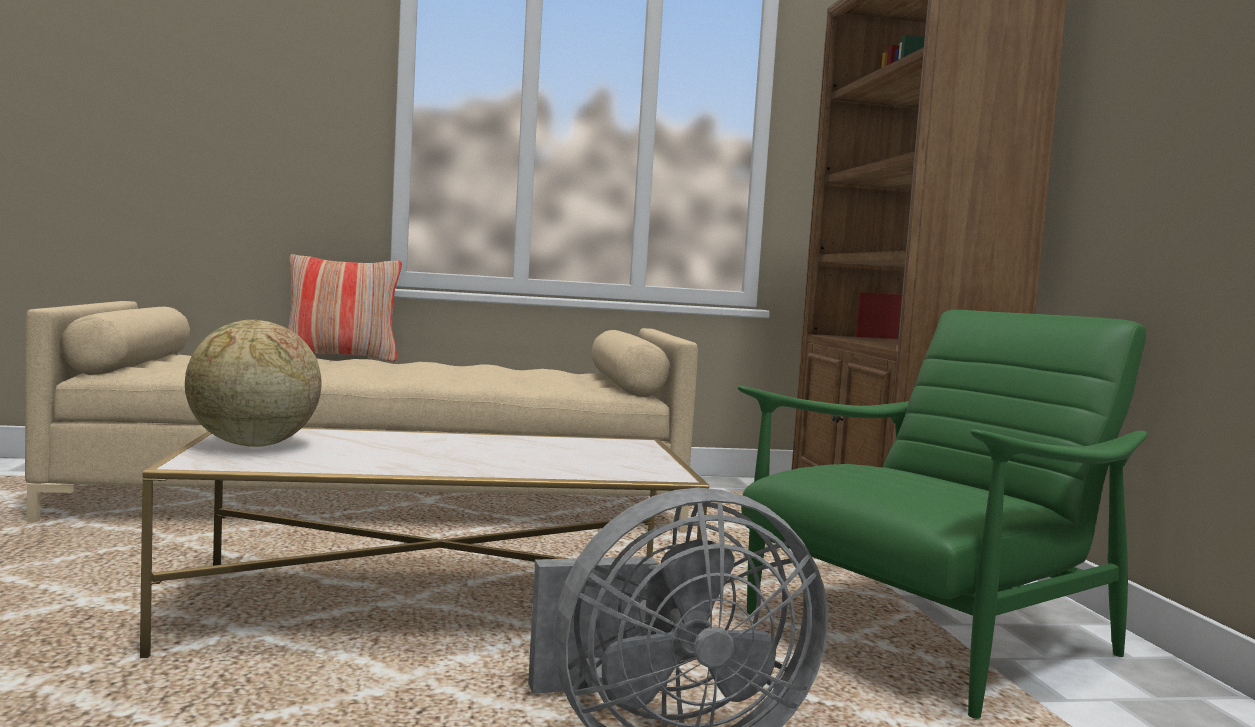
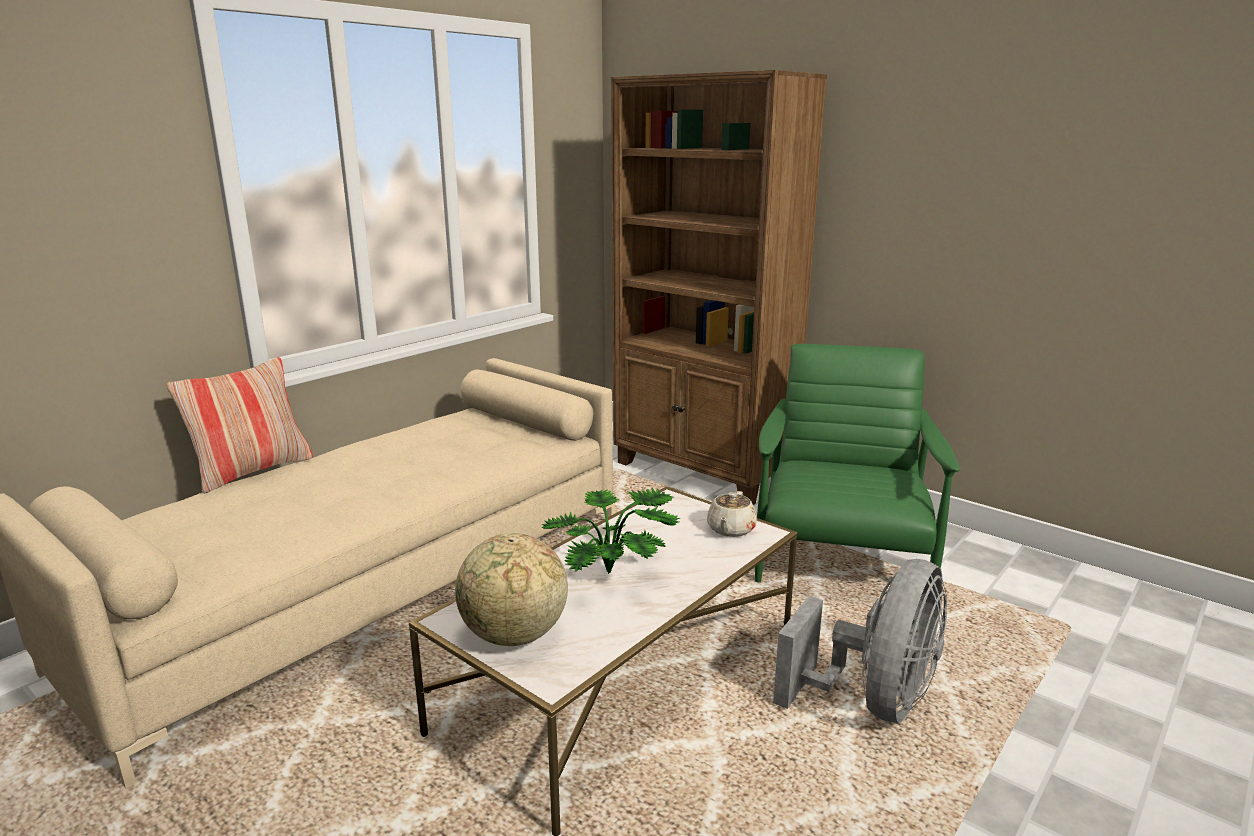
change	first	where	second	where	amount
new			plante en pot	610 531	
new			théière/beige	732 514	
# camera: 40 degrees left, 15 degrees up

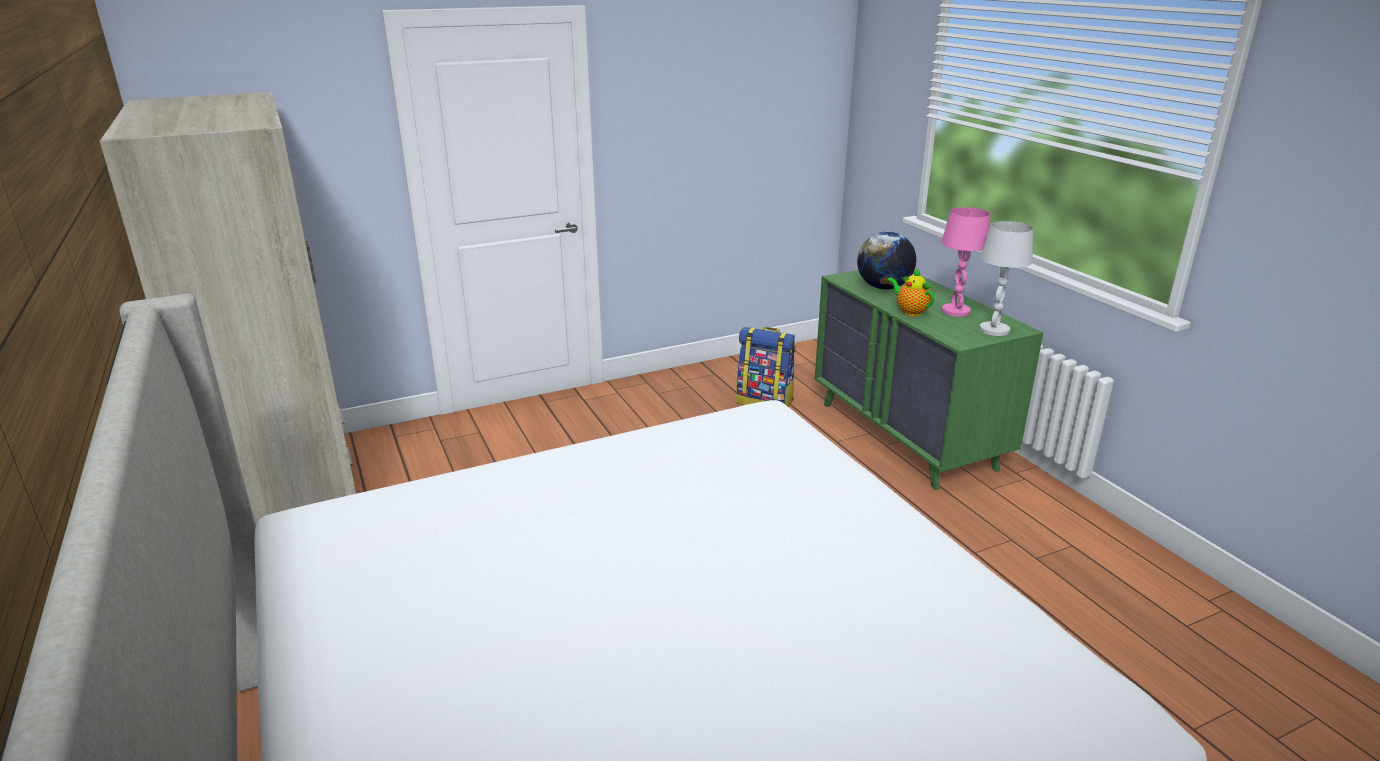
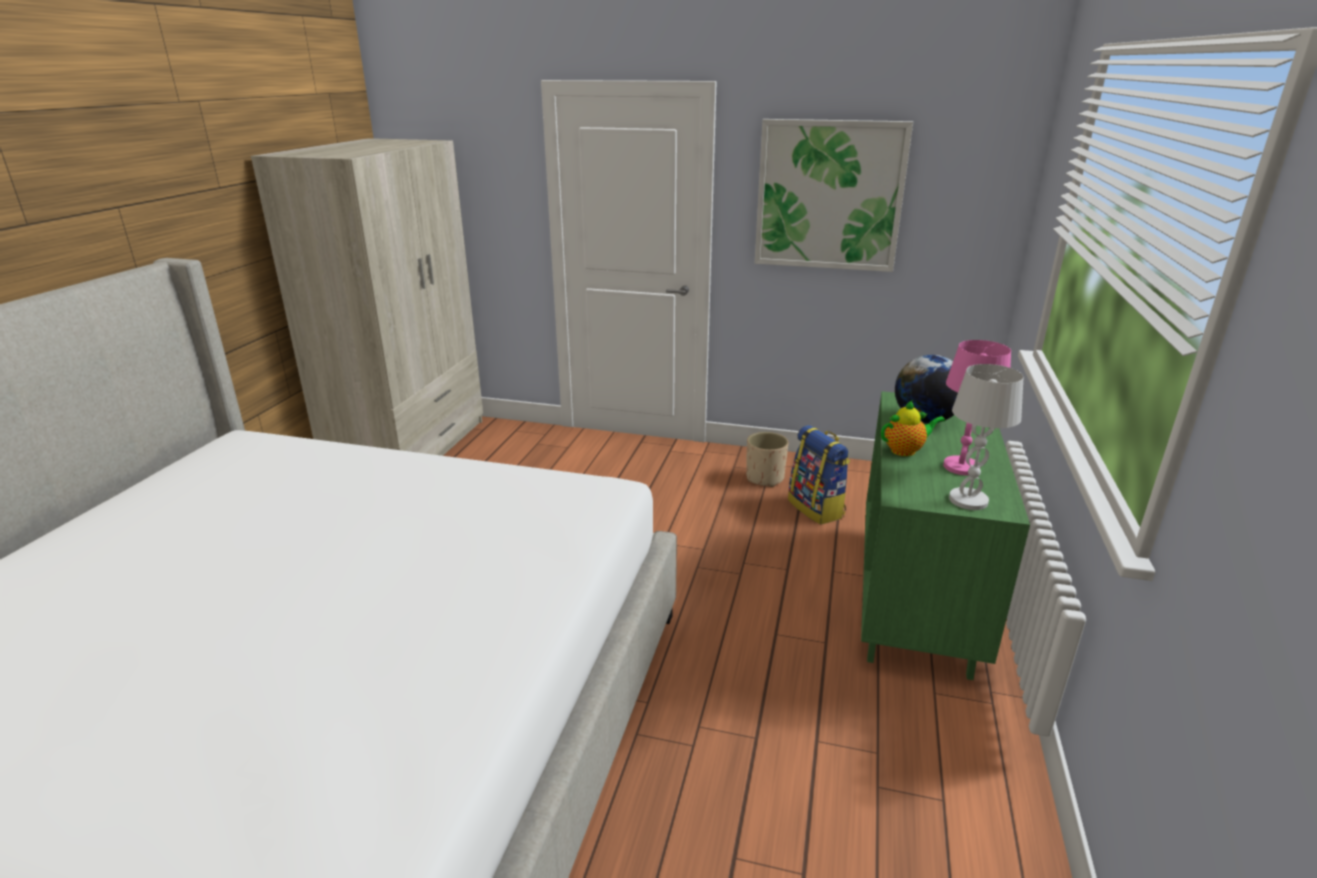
change	first	where	second	where	amount
rotated	théière	910 292		913 428	75 degrees clockwise
new			cache-pot/beige	767 459	
new			tableau	834 195	
# camera: 40 degrees right, 0 degrees up

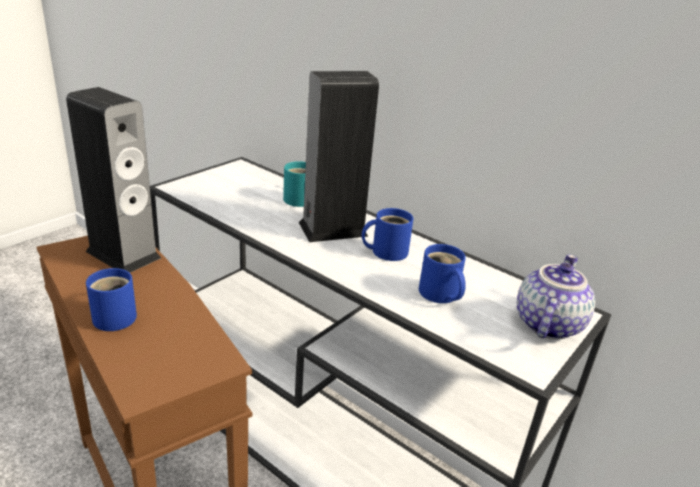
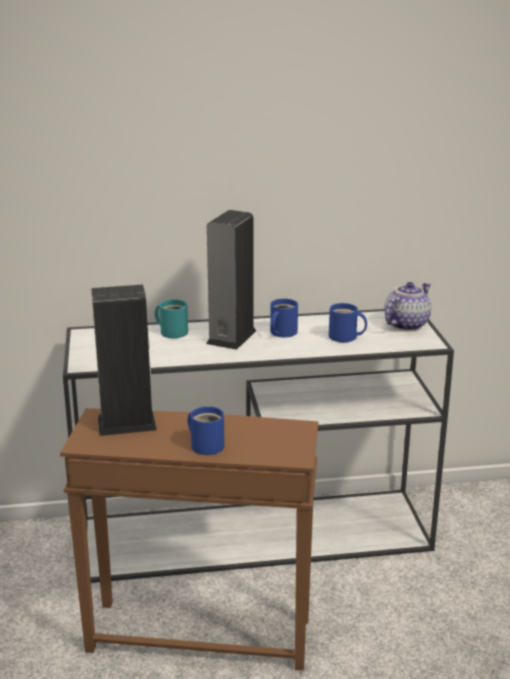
change	first	where	second	where	amount
rotated	théière	556 296		408 306	60 degrees clockwise
# camera: 45 degrees left, 5 degrees down

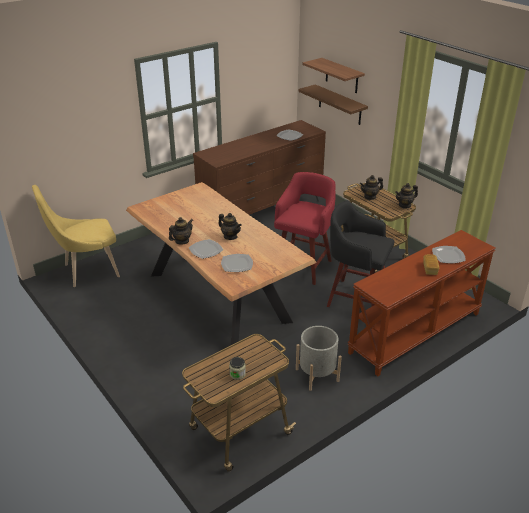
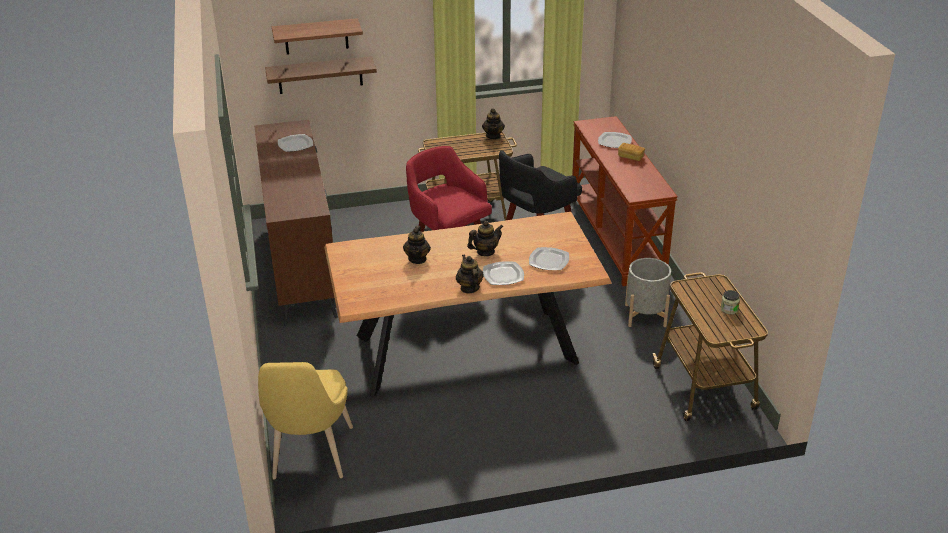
change	first	where	second	where	amount
shifted	théière	371 187		417 245	
# camera: 65 degrees left, 0 degrees up

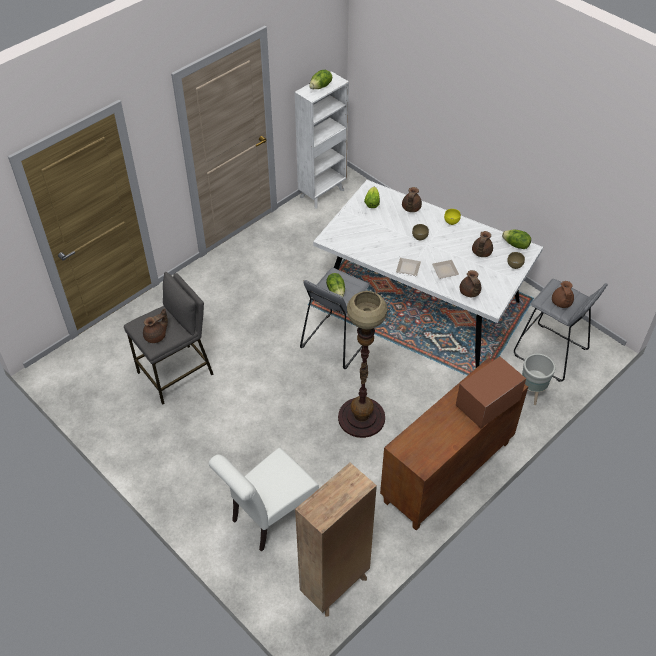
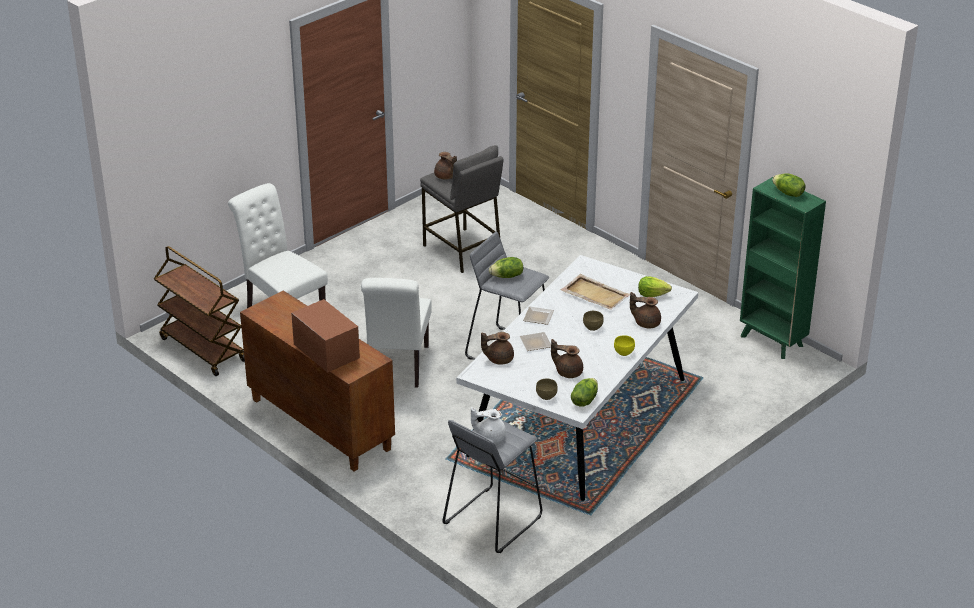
change	first	where	second	where	amount
repainted	bibliothèque/blanc	322 139	bibliothèque/vert	783 268	
swapped	bibliothèque/marron	336 539	chariot/marron	199 311	
swapped	lampadaire	362 364	chaise/blanc	396 333	
gone	cache-pot/gris	538 379			
repainted	théière/marron	563 294	théière/blanc	488 425	
new			plateau/beige	595 292	
# camera: 90 degrees right, 15 degrees down

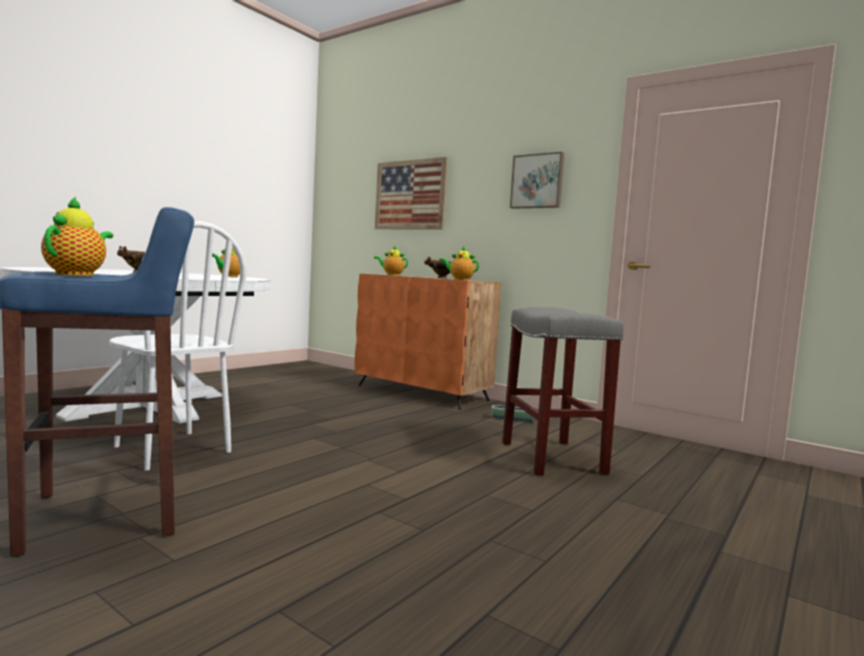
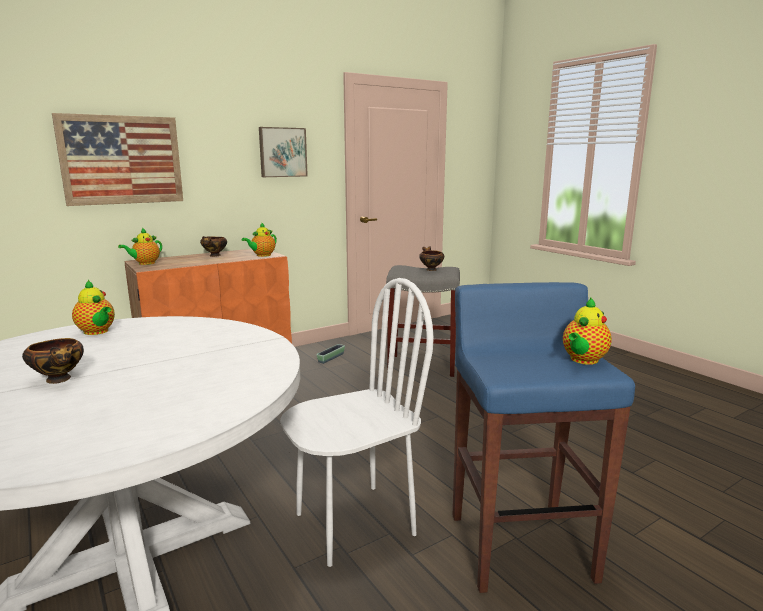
change	first	where	second	where	amount
rotated	théière	77 236		587 331	75 degrees counterclockwise
new			bol	431 258	
# camera: 70 degrees left, 10 degrees up

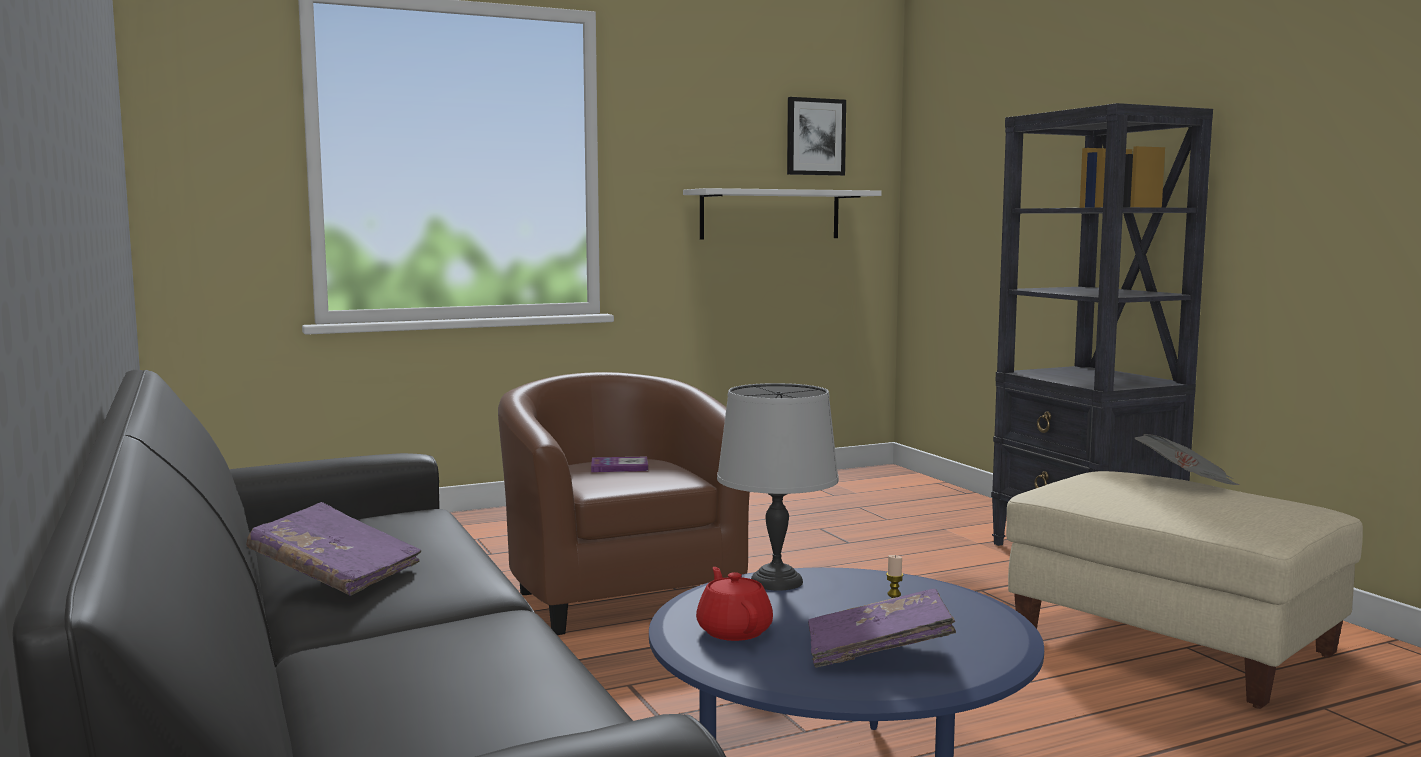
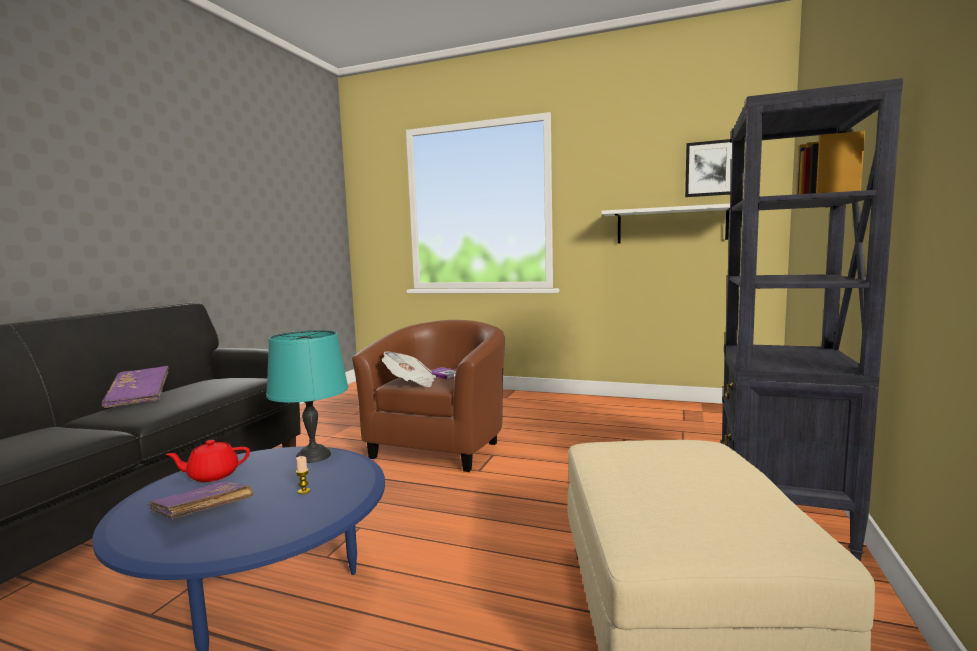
change	first	where	second	where	amount
rotated	théière/rouge	734 604		207 461	135 degrees counterclockwise
repainted	lampe de table/gris	778 487	lampe de table/turquoise	307 396	
shifted	journal	1187 459		409 369	
# camera: 45 degrees right, 0 degrees up

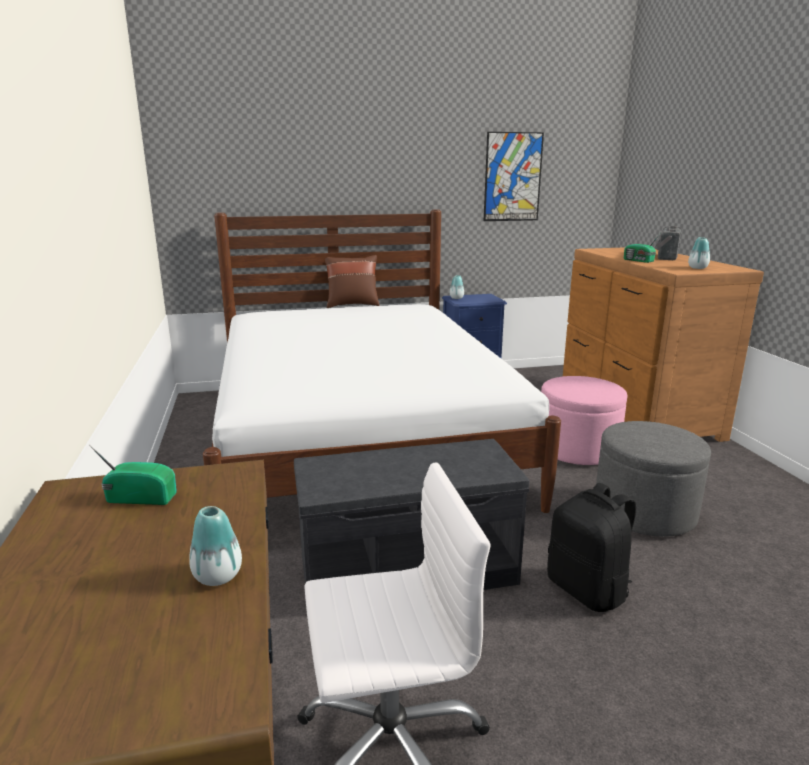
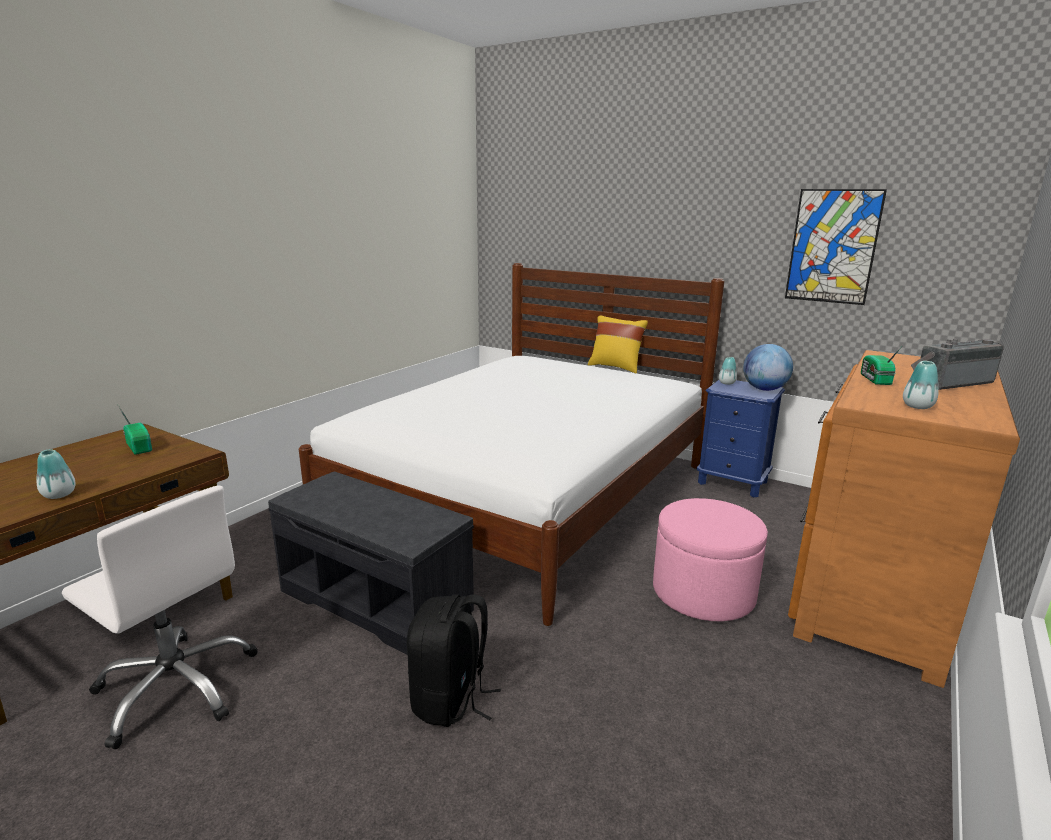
change	first	where	second	where	amount
repainted	coussin/marron	352 281	coussin/jaune	618 345	
gone	pouf/gris	653 479			
new			globe	768 367	
# camera: 45 degrees right, 0 degrees up

